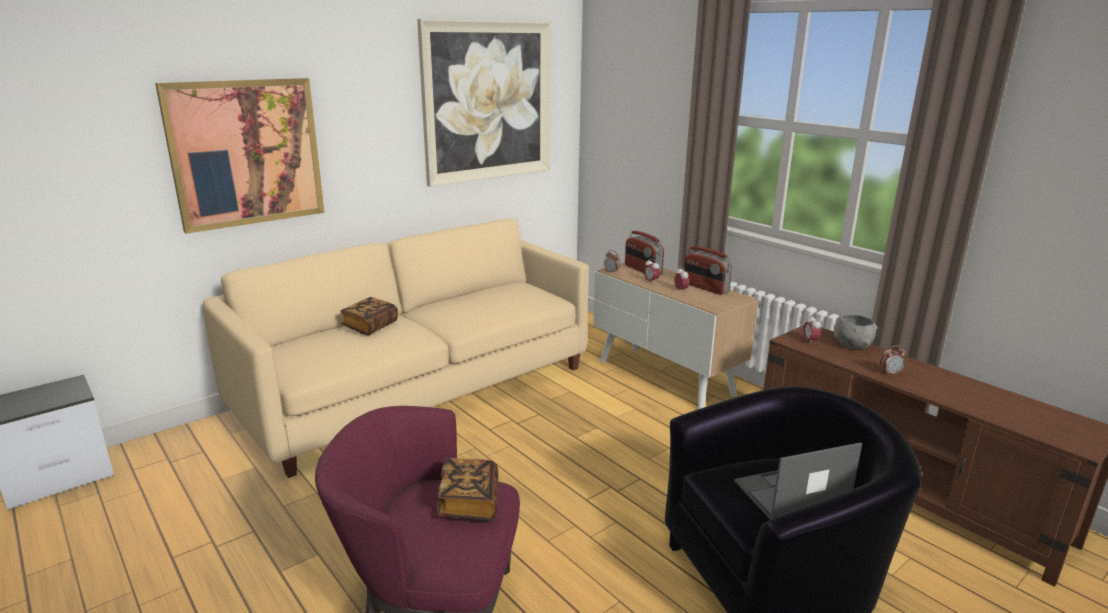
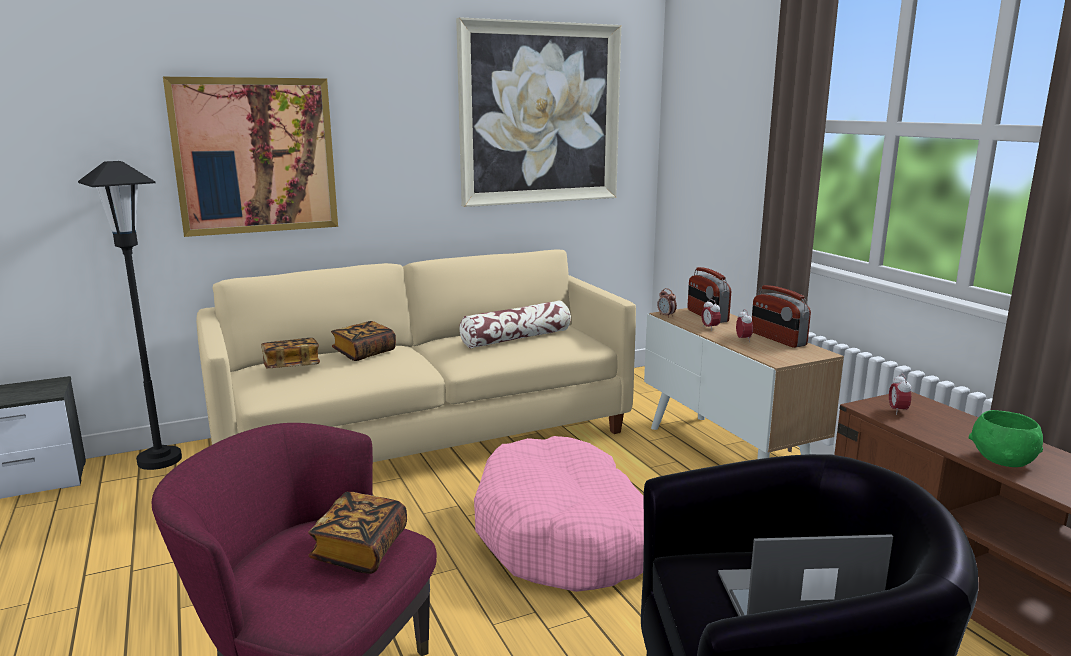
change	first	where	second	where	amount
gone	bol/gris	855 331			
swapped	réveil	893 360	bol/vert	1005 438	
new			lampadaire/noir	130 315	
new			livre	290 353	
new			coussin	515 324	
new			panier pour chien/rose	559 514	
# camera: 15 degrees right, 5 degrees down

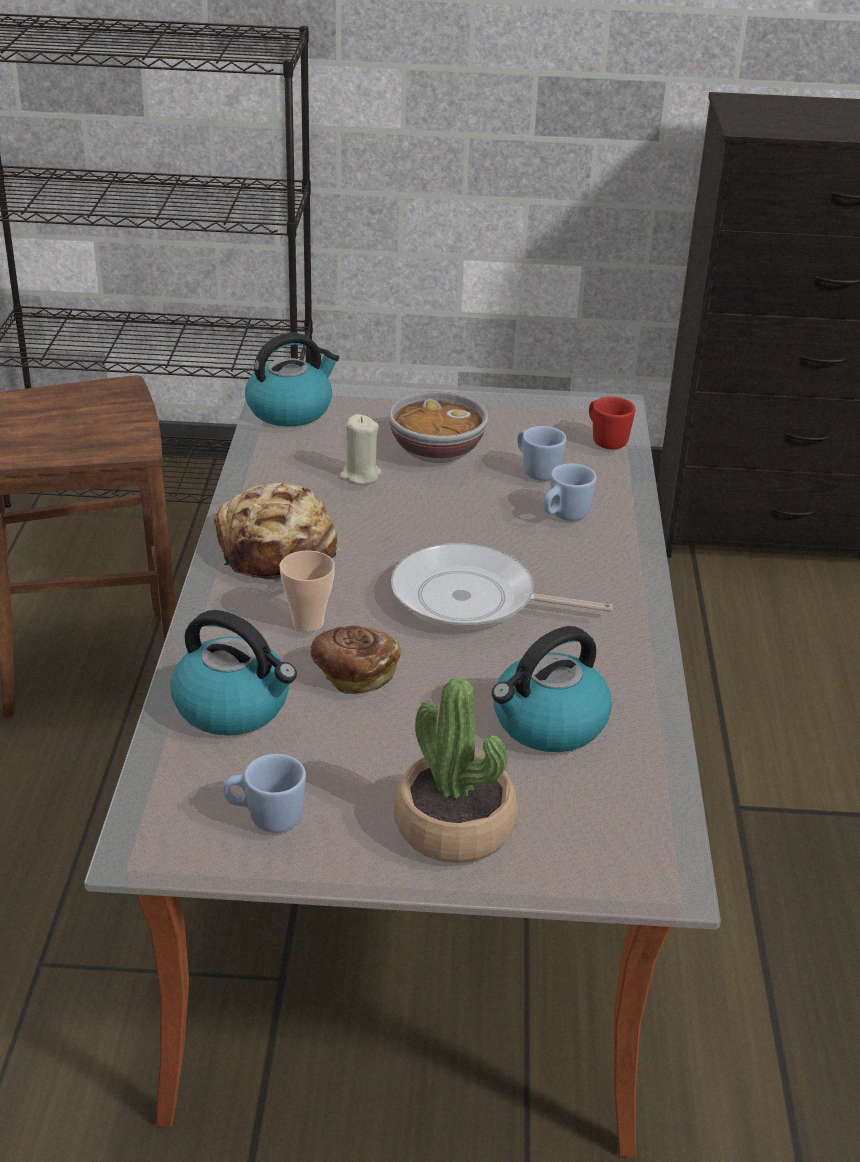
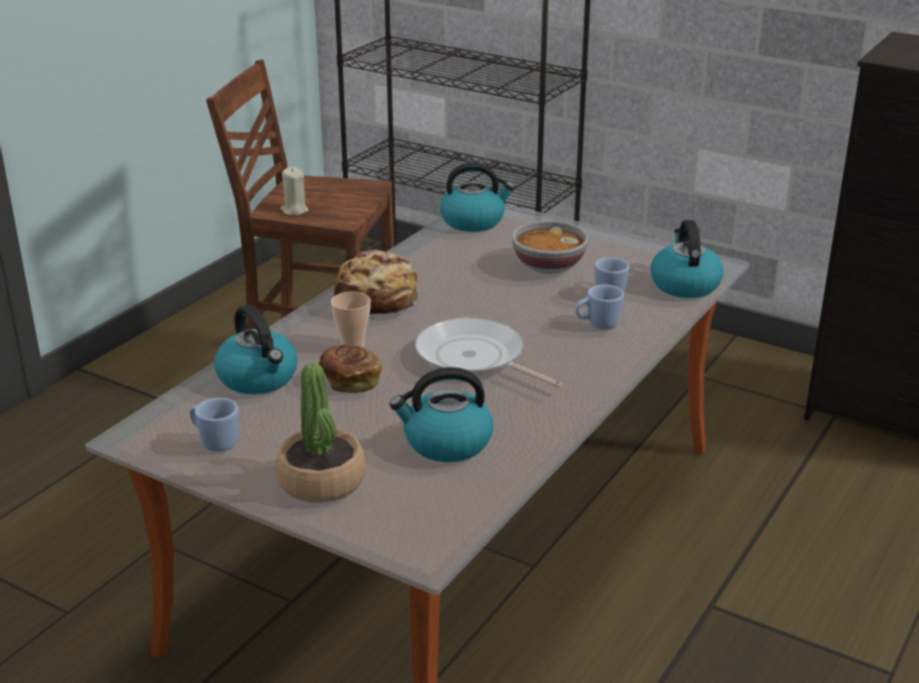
change	first	where	second	where	amount
shifted	bougie/beige	360 449		294 191	
swapped	mug/rouge	612 423	bouilloire	687 259	
# camera: 30 degrees right, 5 degrees down

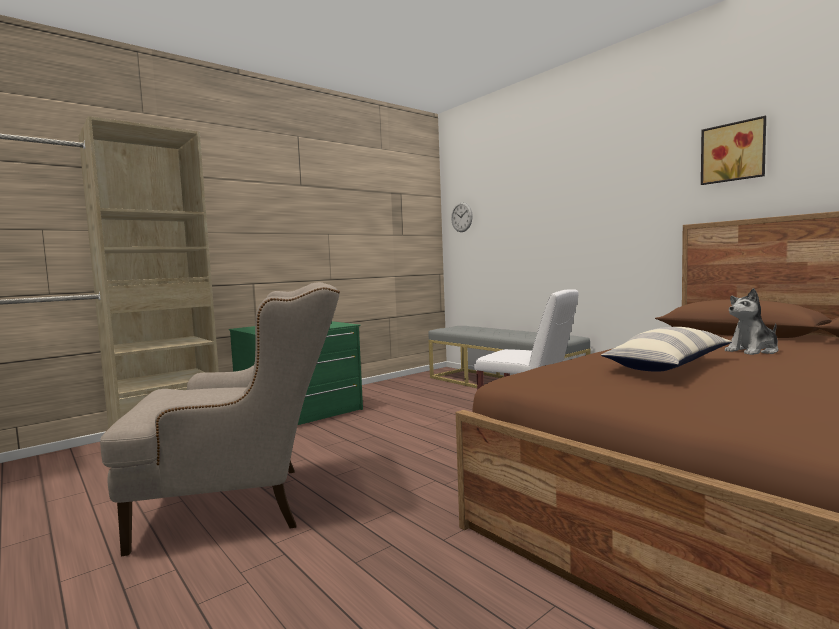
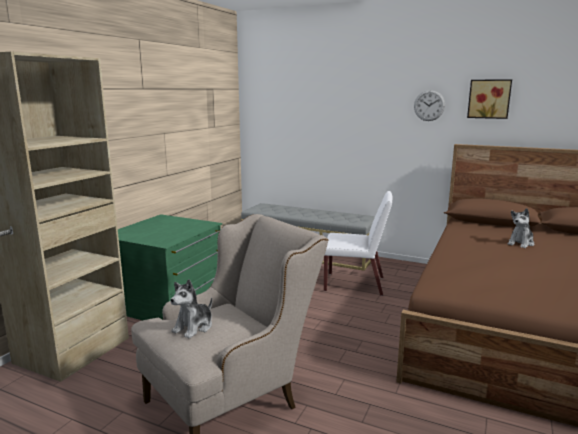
change	first	where	second	where	amount
shifted	horloge murale	462 217		429 105	
gone	coussin	666 349			
new			peluche	191 309	
# camera: 25 degrees left, 10 degrees up

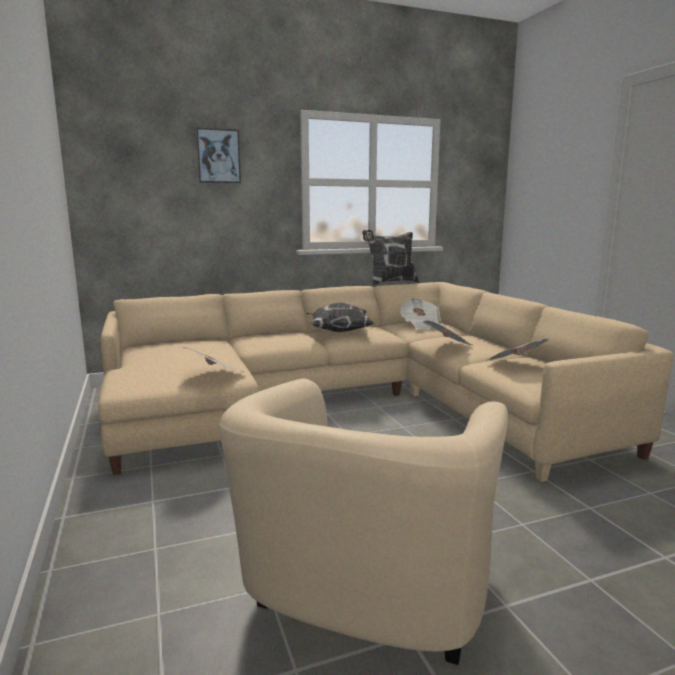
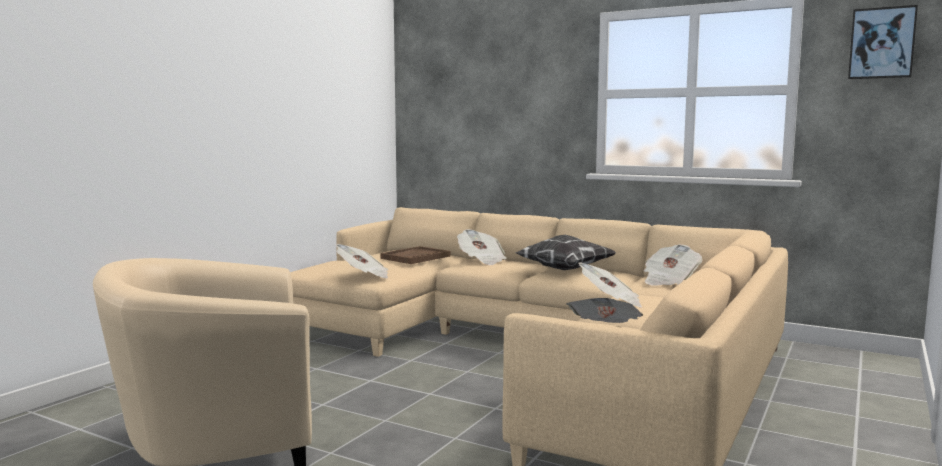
change	first	where	second	where	amount
shifted	tableau	218 155		883 42	
gone	coussin	391 258			
new			plateau/marron	415 255	
new			journal	482 247	
# camera: 50 degrees right, 5 degrees down

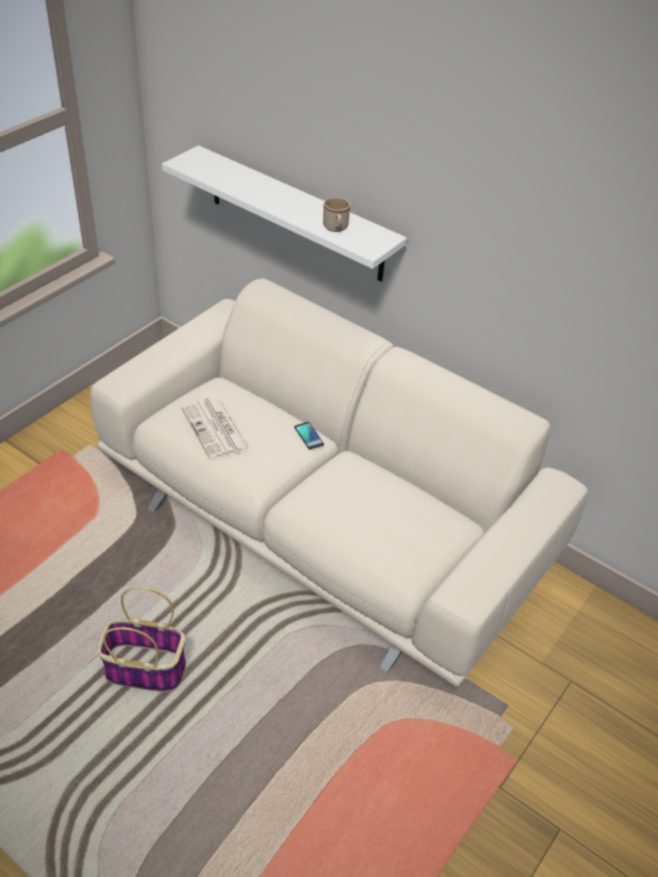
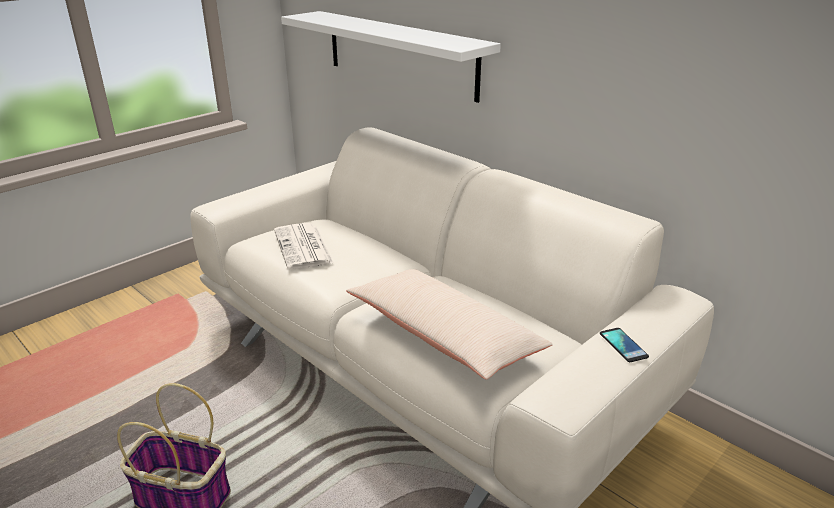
change	first	where	second	where	amount
shifted	téléphone	309 435		624 345	
gone	mug/beige	336 214			
new			coussin/beige	449 324	
# camera: 10 degrees right, 15 degrees down

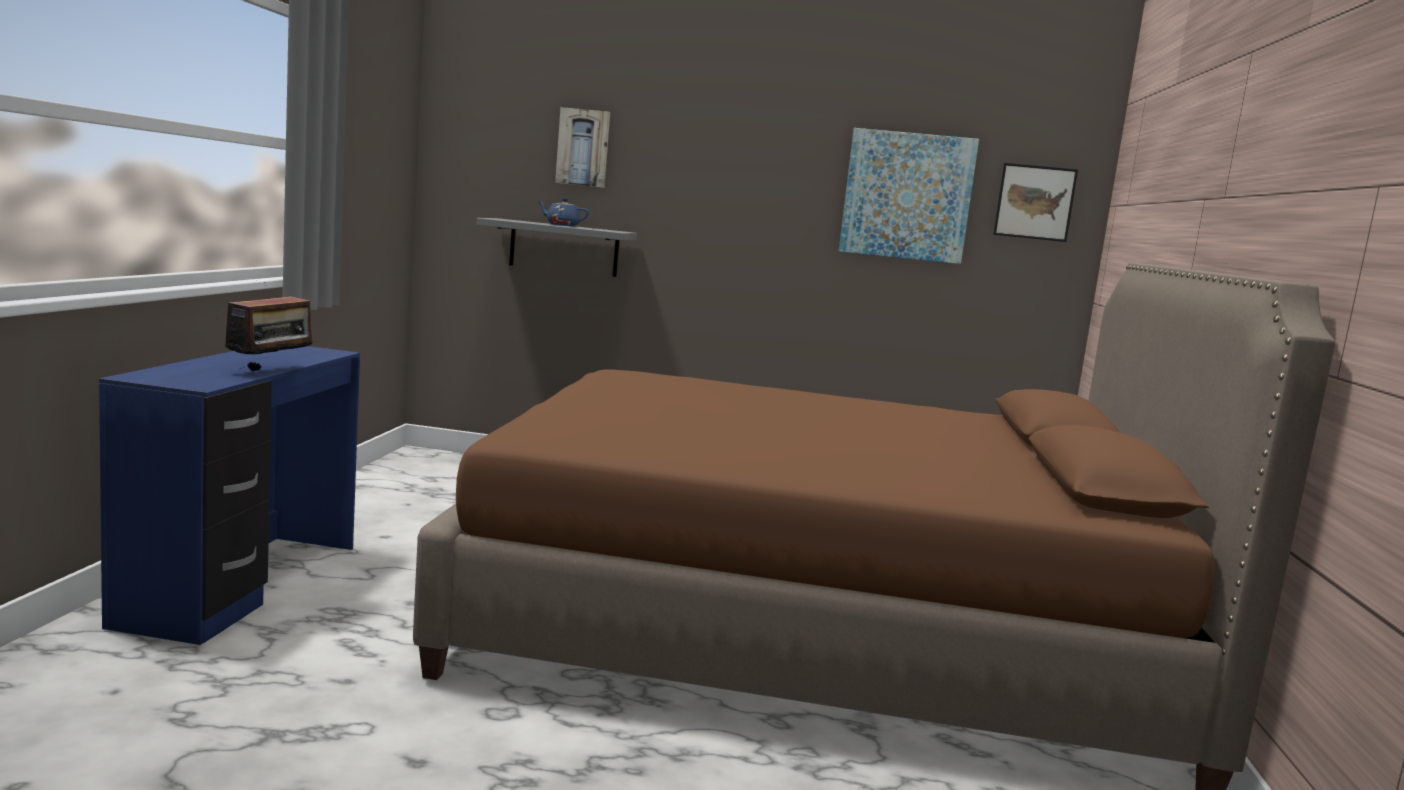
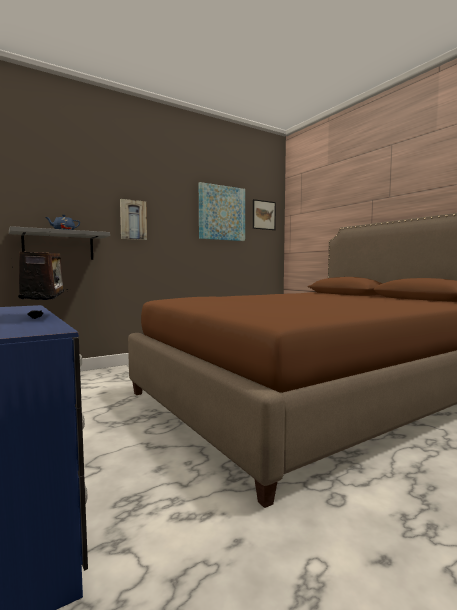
change	first	where	second	where	amount
shifted	tableau	582 147		133 219	
# camera: 40 degrees left, 5 degrees down

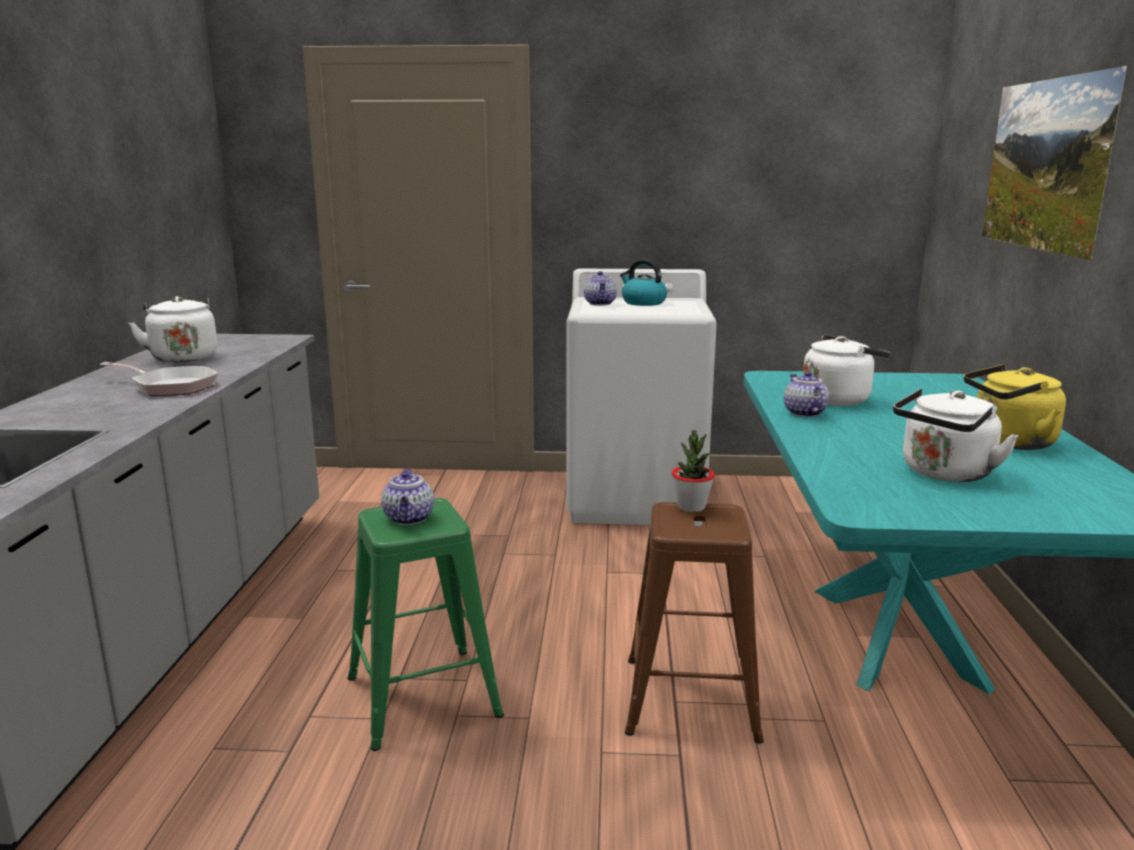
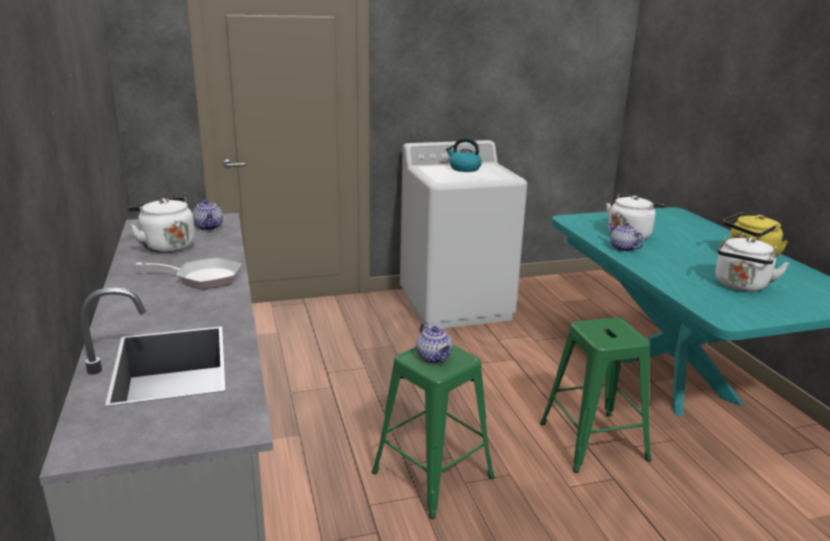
change	first	where	second	where	amount
shifted	théière	600 288		207 215	
repainted	tabouret/marron	694 623	tabouret/vert	595 395	
gone	plante en pot	693 471			
gone	tableau	1054 163			
# camera: 20 degrees left, 5 degrees up

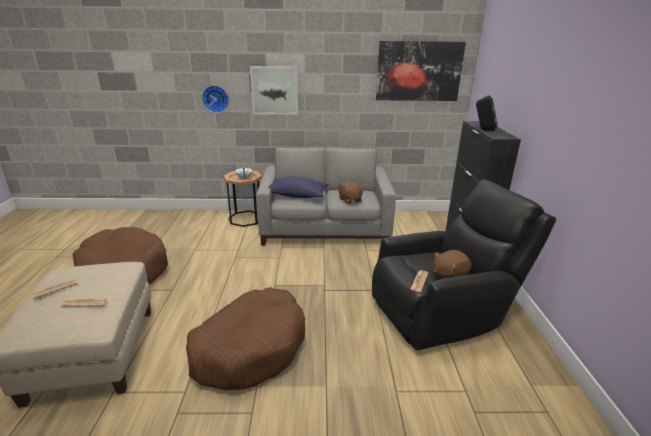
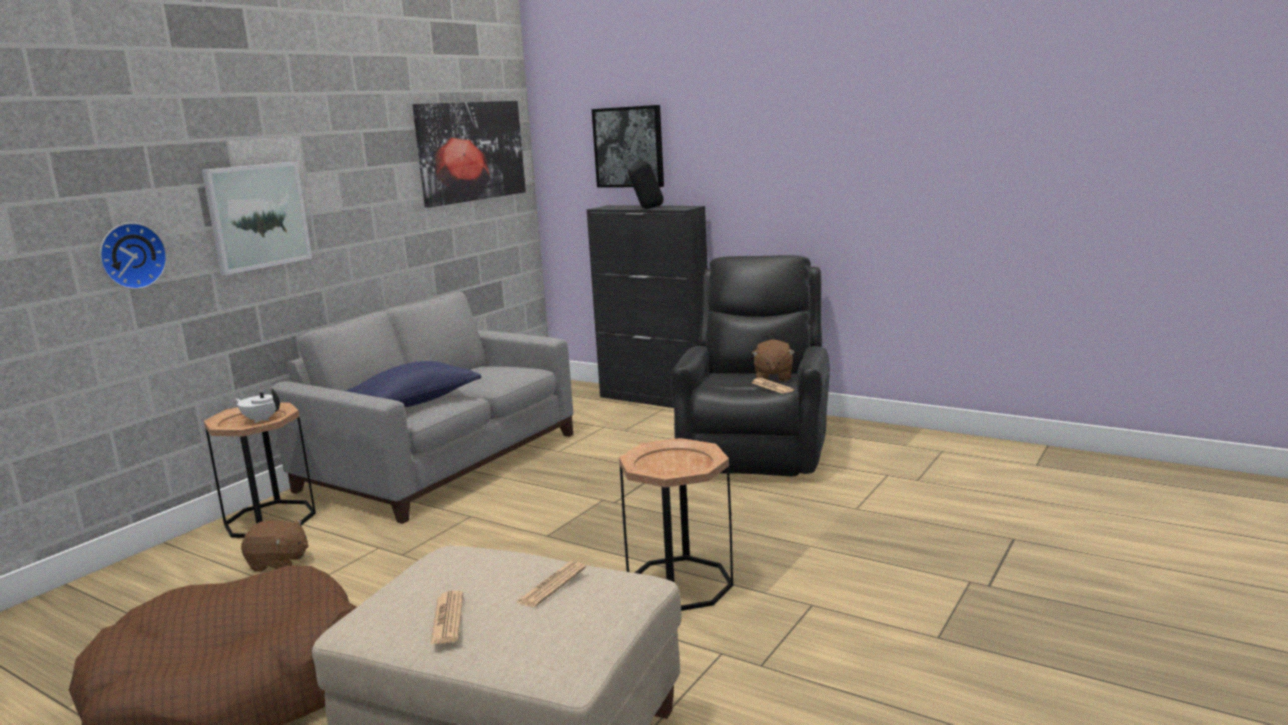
change	first	where	second	where	amount
swapped	panier pour chien/marron	245 338	table d'appoint/marron	676 524	
shifted	peluche/marron	351 192		275 545	
new			tableau	628 146	
# camera: 55 degrees left, 10 degrees down

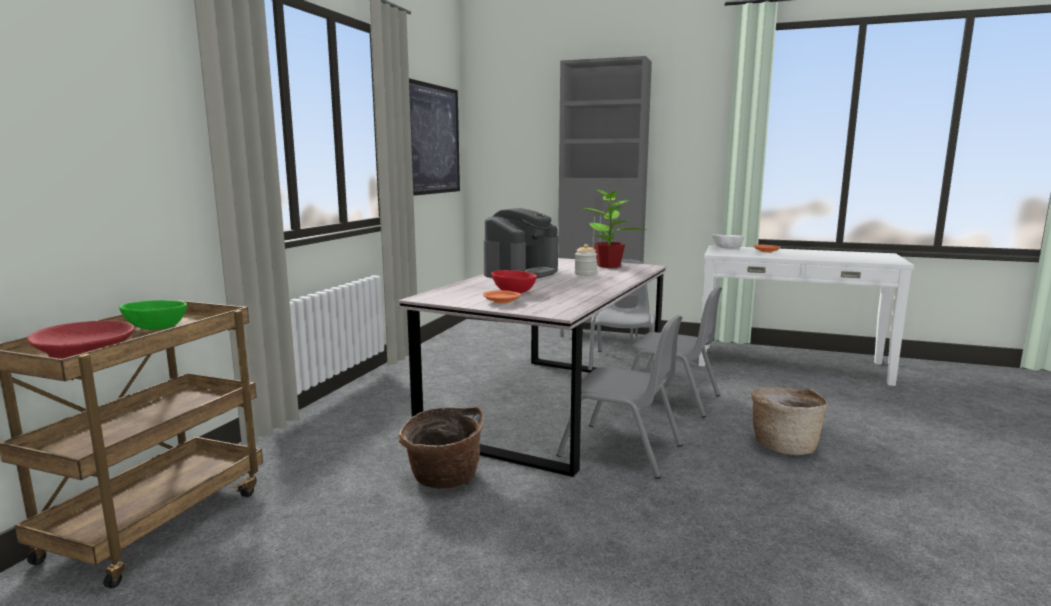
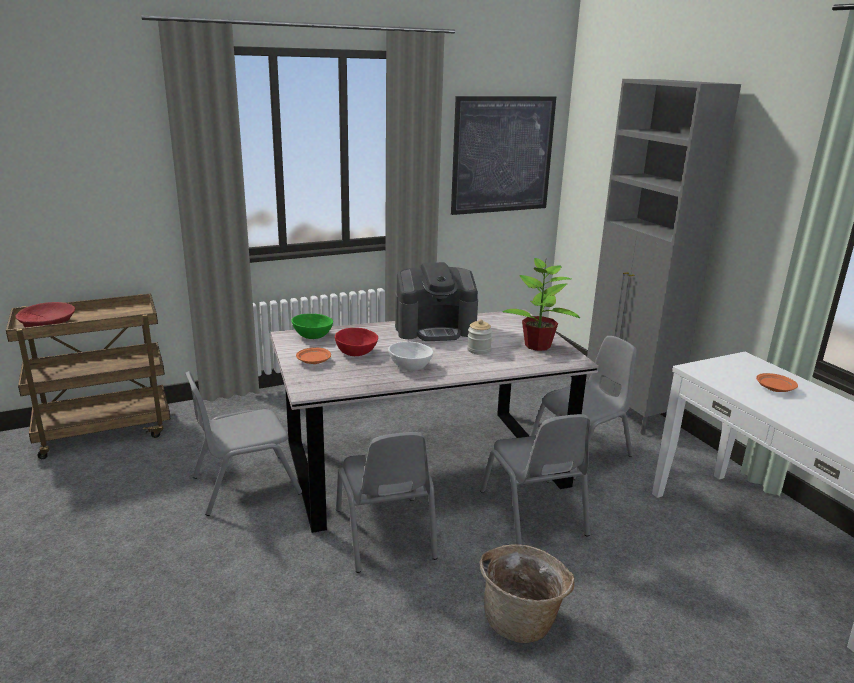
change	first	where	second	where	amount
shifted	bol/vert	153 315		312 326	
swapped	panier	441 448	chaise/gris	243 443	
shifted	bol/blanc	728 242		410 356	
# camera: 45 degrees right, 10 degrees up

